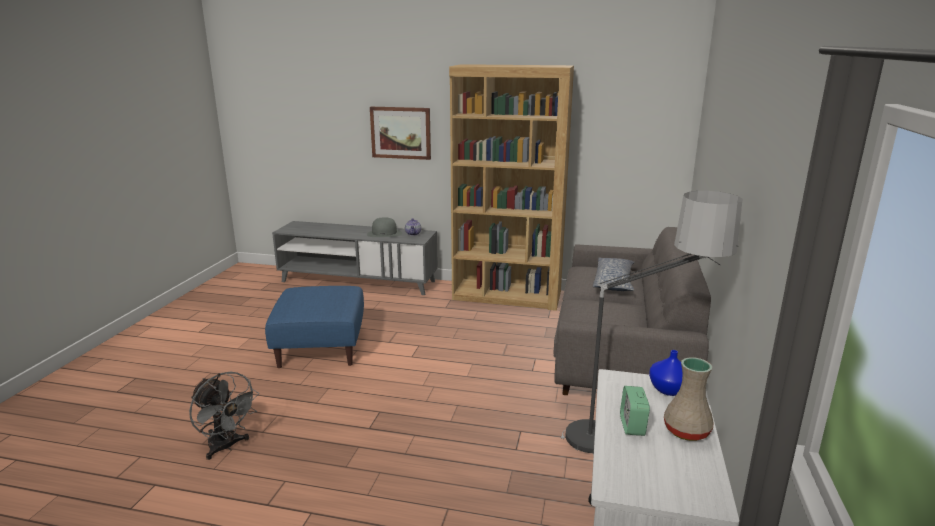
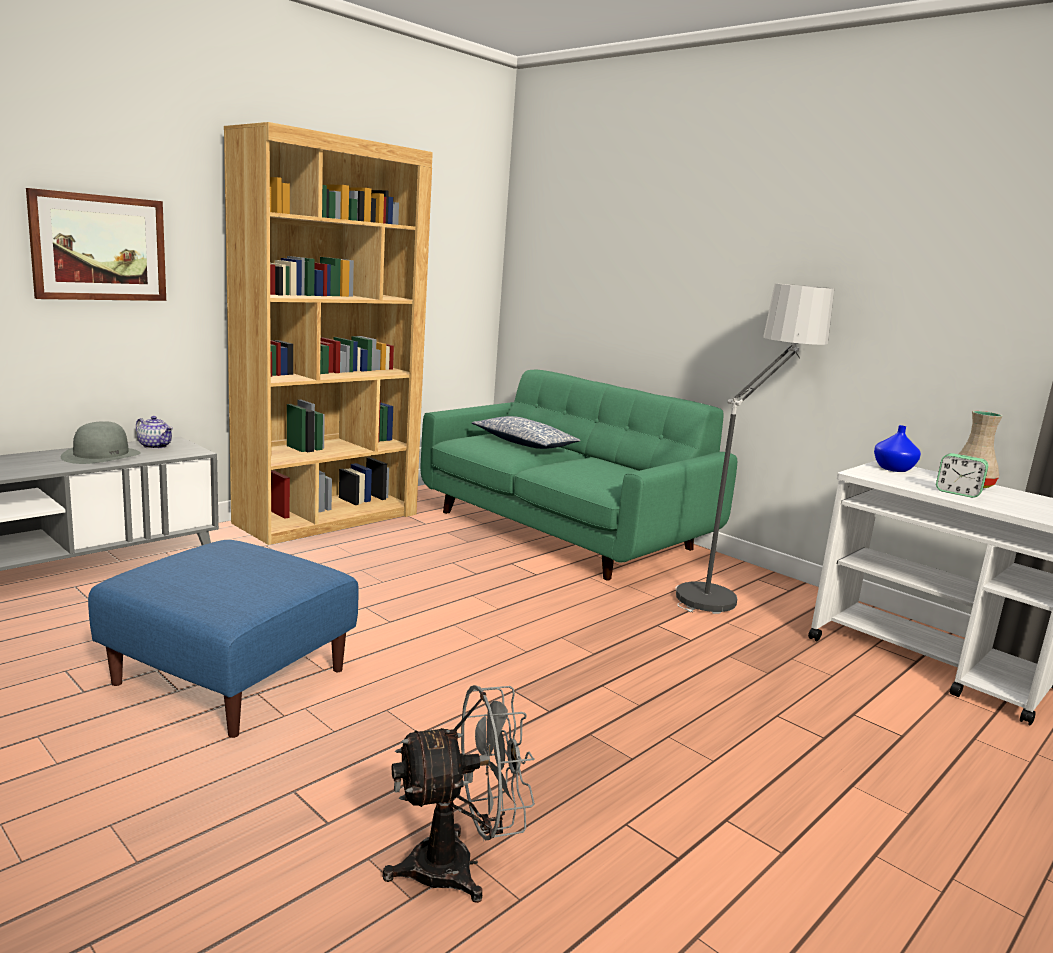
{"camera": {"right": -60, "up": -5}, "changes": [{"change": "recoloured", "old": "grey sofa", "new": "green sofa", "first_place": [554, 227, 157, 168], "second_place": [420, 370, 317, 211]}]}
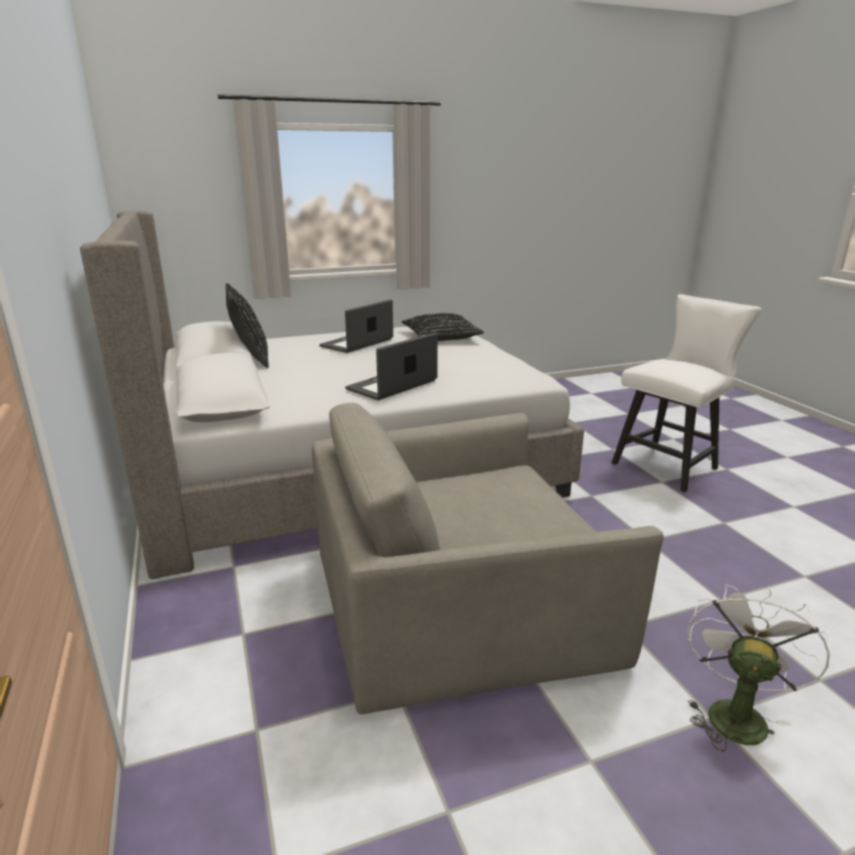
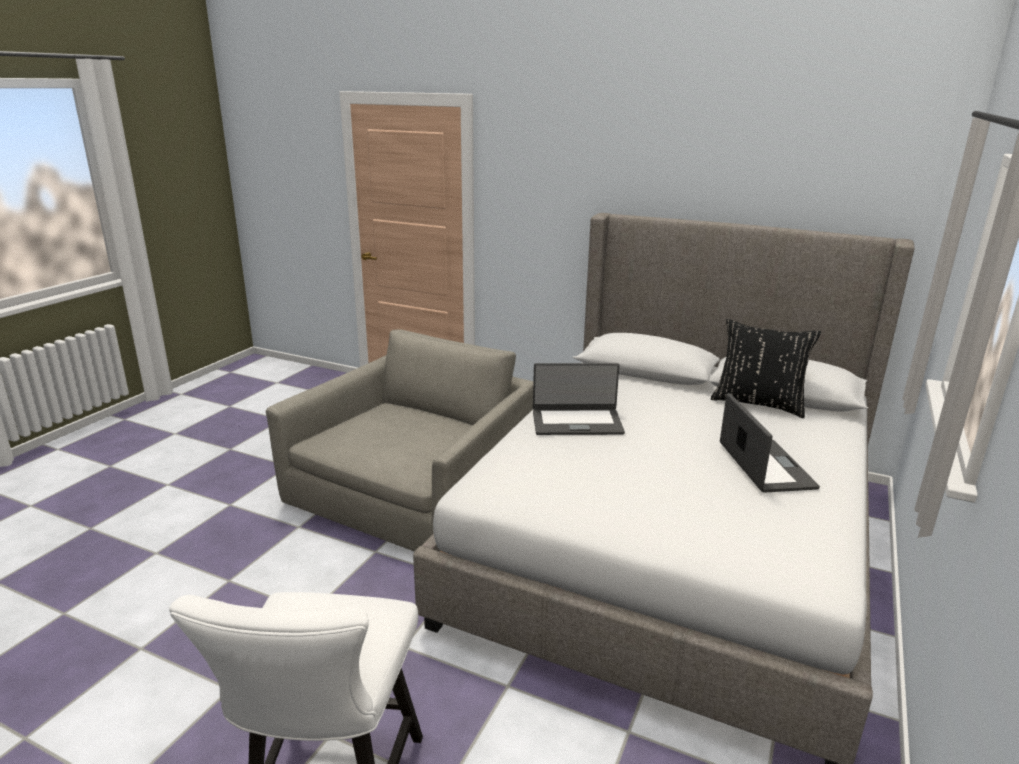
{"camera": {"right": 135, "up": 0}, "changes": [{"change": "turned", "old": "laptop", "first_place": [345, 332, 93, 68], "second_place": [533, 363, 92, 72], "degrees": 90}, {"change": "removed", "old": "black pillow", "first_place": [401, 313, 83, 28]}, {"change": "removed", "old": "white fan", "first_place": [688, 584, 142, 167]}]}
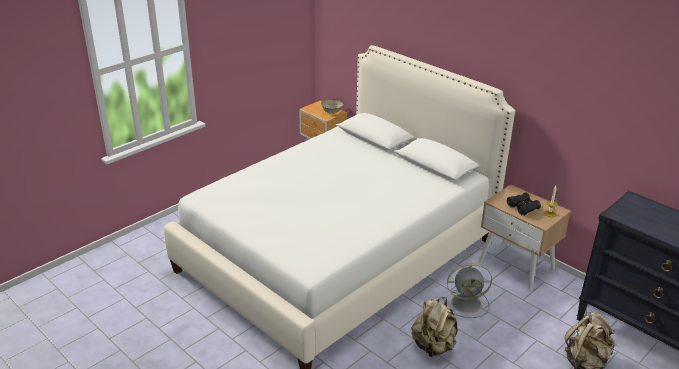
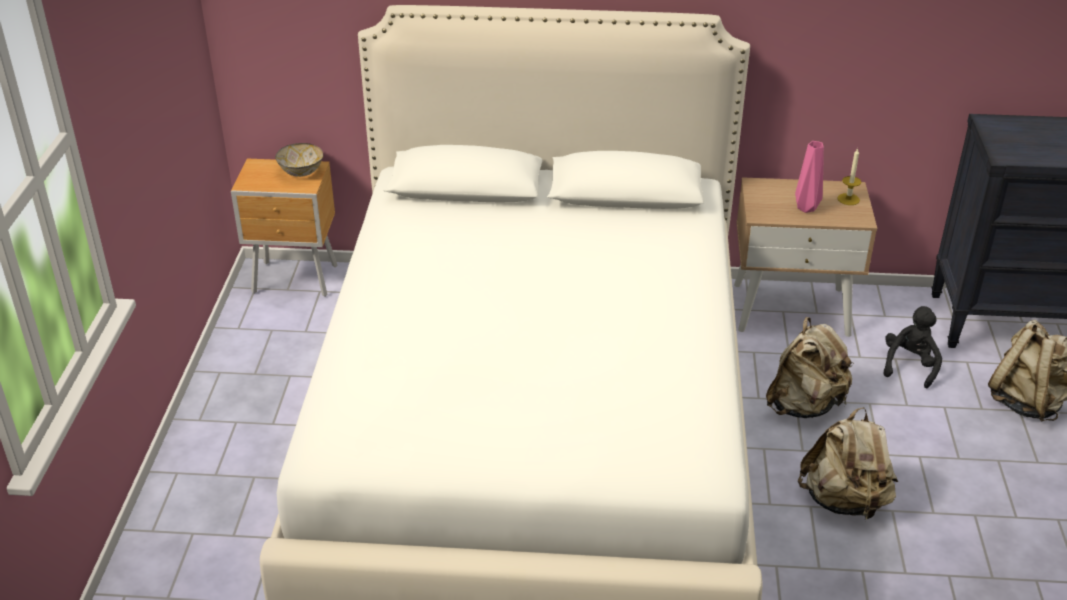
{"camera": {"right": -40, "up": 5}, "changes": [{"change": "replaced", "old": "grey fan", "new": "beige backpack", "first_place": [443, 263, 49, 55], "second_place": [766, 317, 88, 101]}, {"change": "replaced", "old": "black binoculars", "new": "pink vase", "first_place": [507, 192, 34, 23], "second_place": [795, 141, 29, 72]}, {"change": "added", "new": "black plush toy", "second_place": [883, 306, 59, 83]}]}
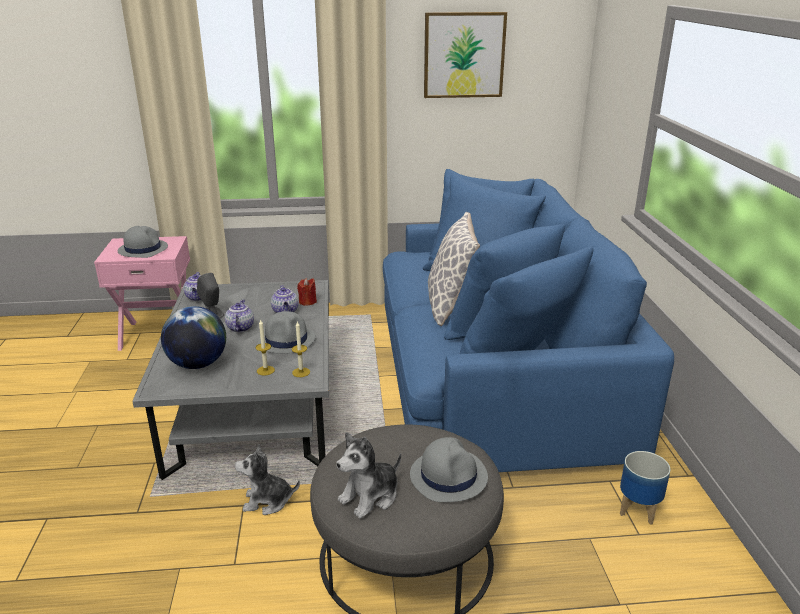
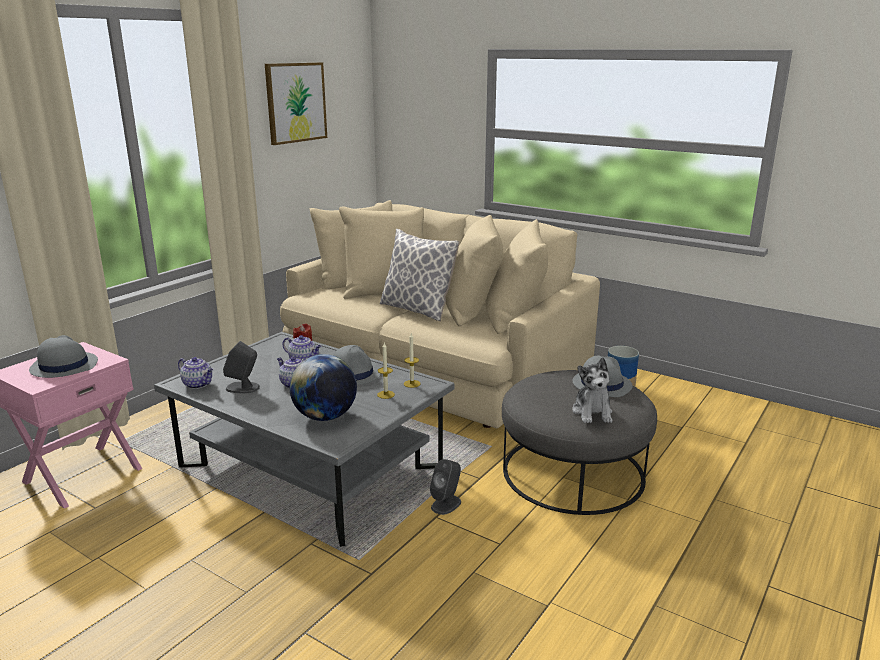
{"camera": {"right": -50, "up": -5}, "changes": [{"change": "replaced", "old": "plush toy", "new": "grey speaker", "first_place": [235, 444, 65, 71], "second_place": [430, 459, 31, 56]}, {"change": "recoloured", "old": "blue sofa", "new": "beige sofa", "first_place": [383, 169, 291, 303], "second_place": [280, 200, 320, 229]}]}
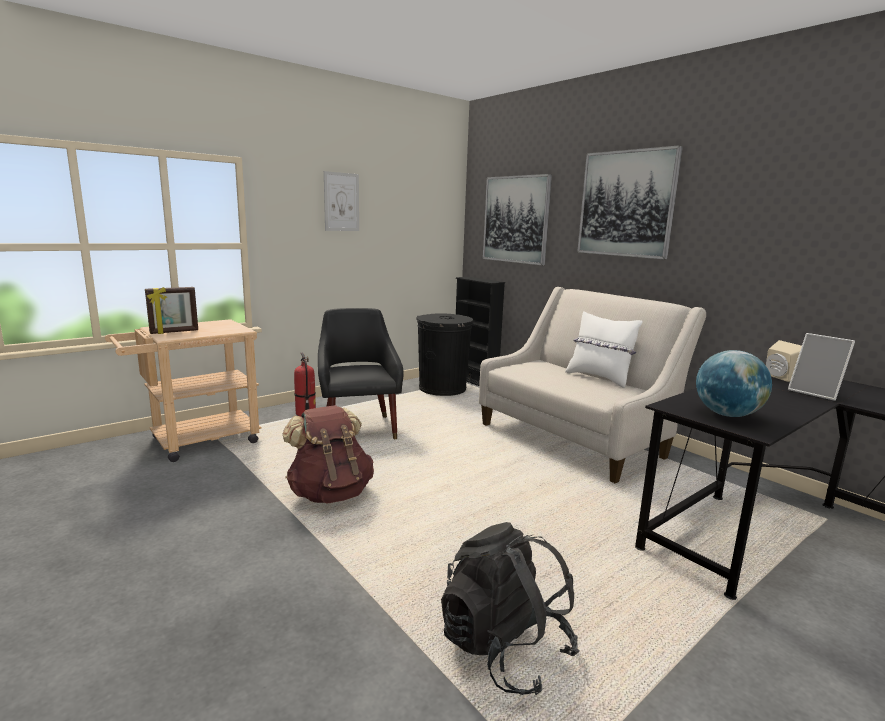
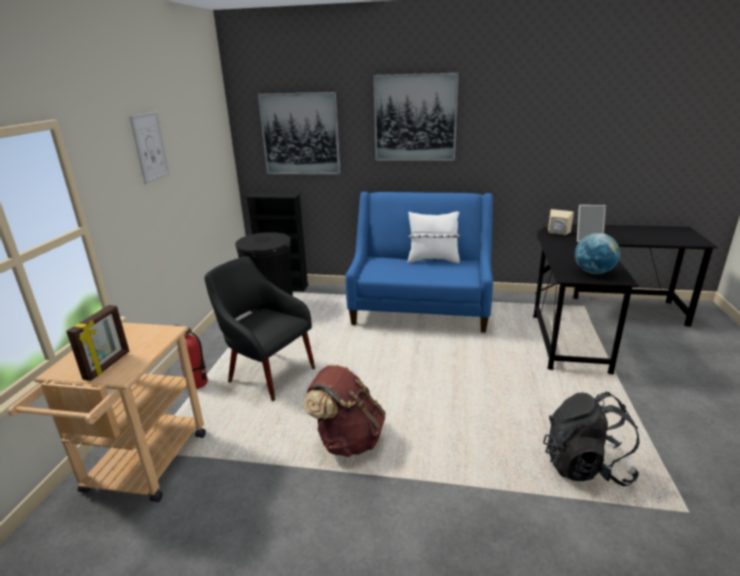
{"camera": {"right": -40, "up": 10}, "changes": [{"change": "recoloured", "old": "beige sofa", "new": "blue sofa", "first_place": [479, 287, 227, 196], "second_place": [346, 192, 147, 141]}]}
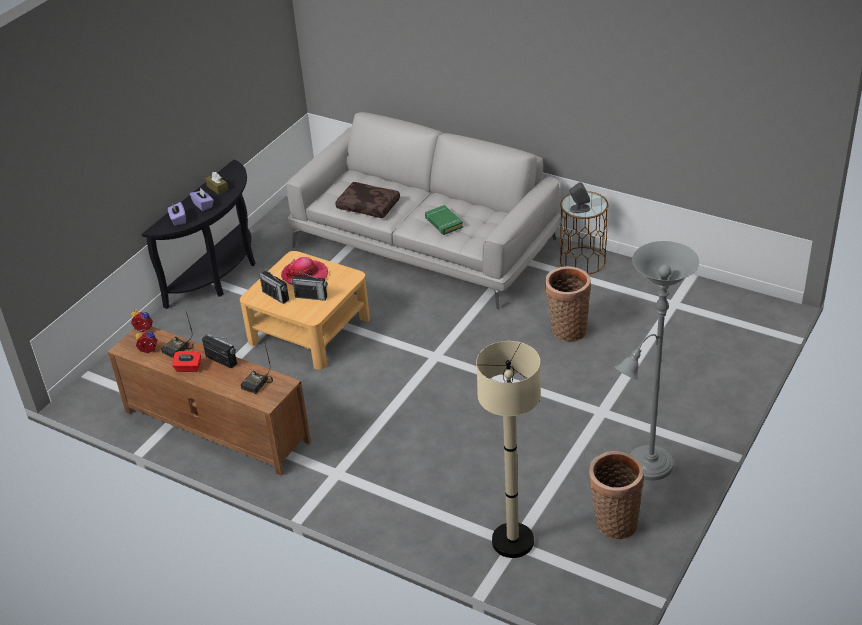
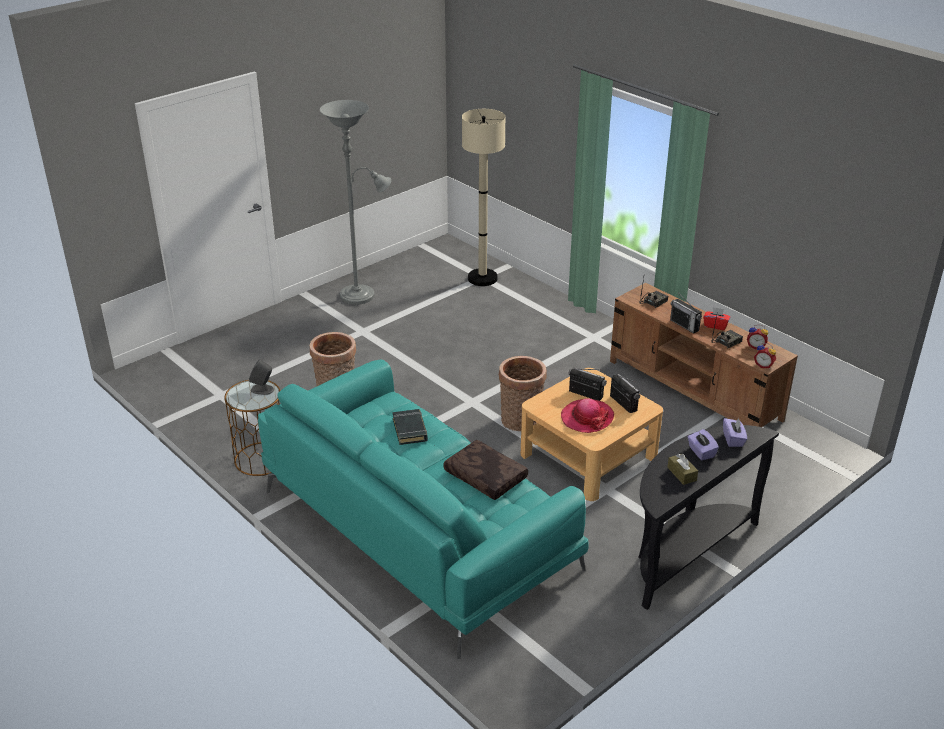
{"camera": {"right": -165, "up": -5}, "changes": [{"change": "recoloured", "old": "grey sofa", "new": "turquoise sofa", "first_place": [287, 112, 274, 198], "second_place": [258, 360, 331, 299]}, {"change": "recoloured", "old": "green book", "new": "black book", "first_place": [425, 205, 38, 30], "second_place": [392, 409, 36, 36]}, {"change": "moved", "old": "basket", "first_place": [589, 451, 55, 88], "second_place": [499, 356, 48, 75]}]}
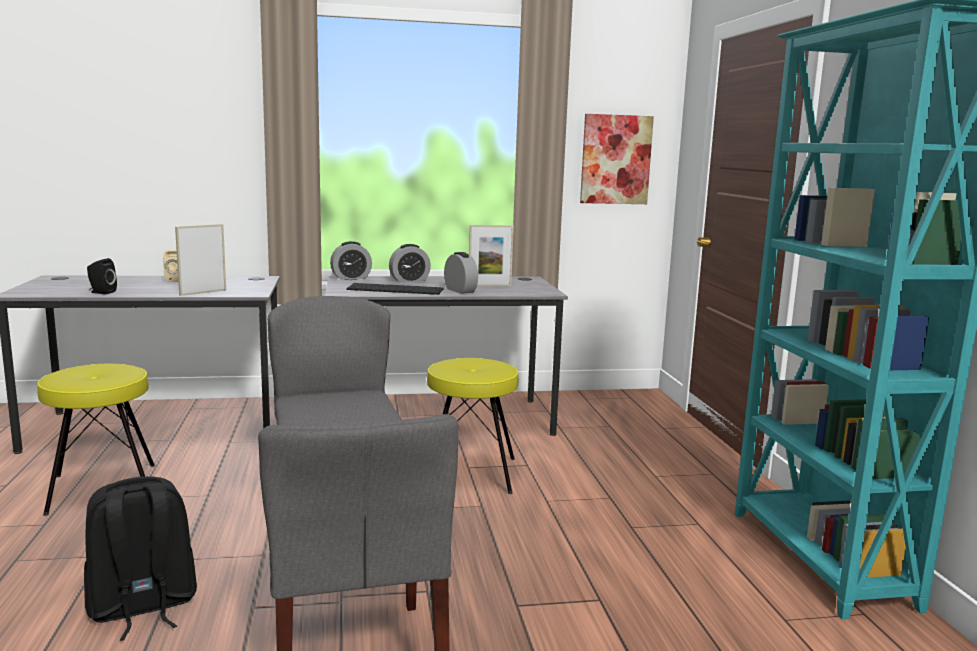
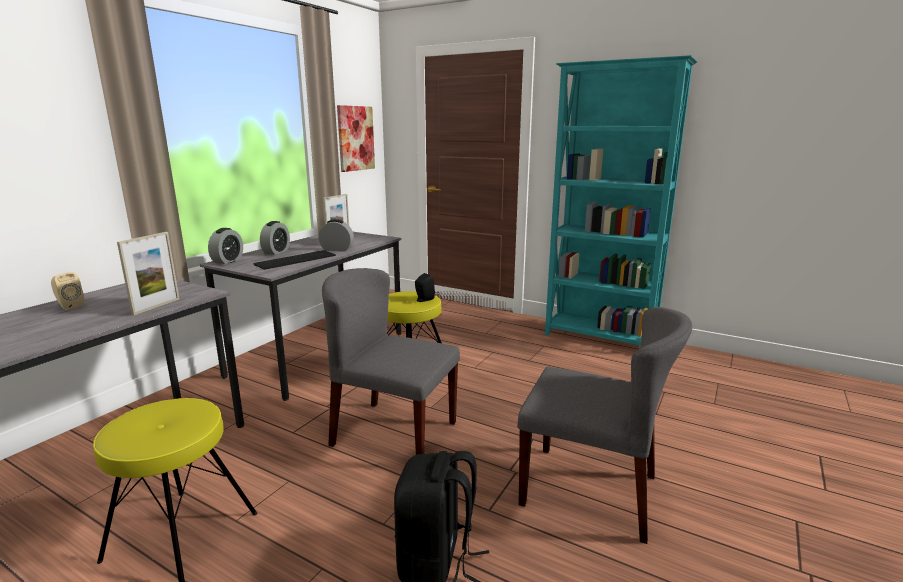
{"camera": {"right": -50, "up": 5}, "changes": [{"change": "moved", "old": "black speaker", "first_place": [87, 258, 30, 36], "second_place": [415, 273, 20, 29]}, {"change": "turned", "old": "picture frame", "first_place": [175, 224, 51, 72], "second_place": [117, 232, 62, 83], "degrees": -150}]}
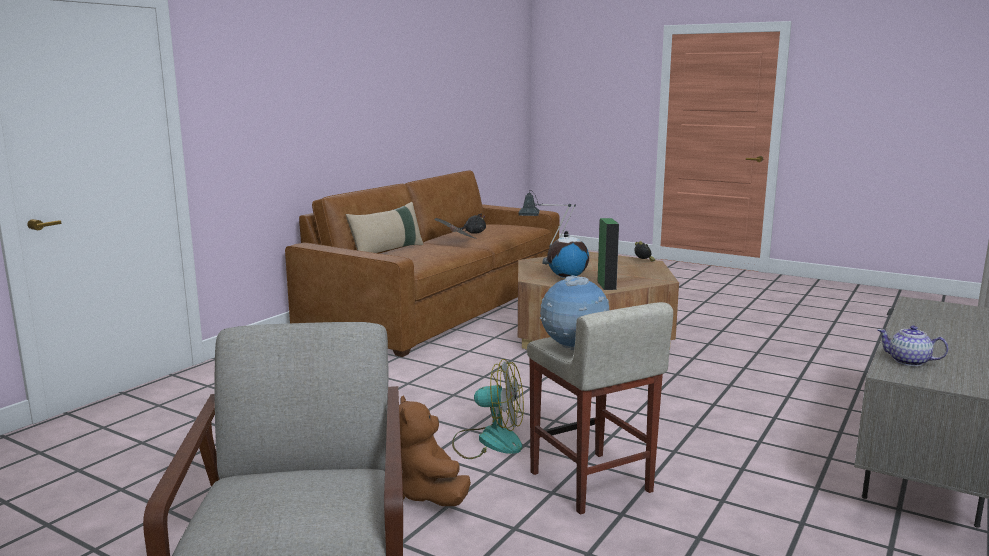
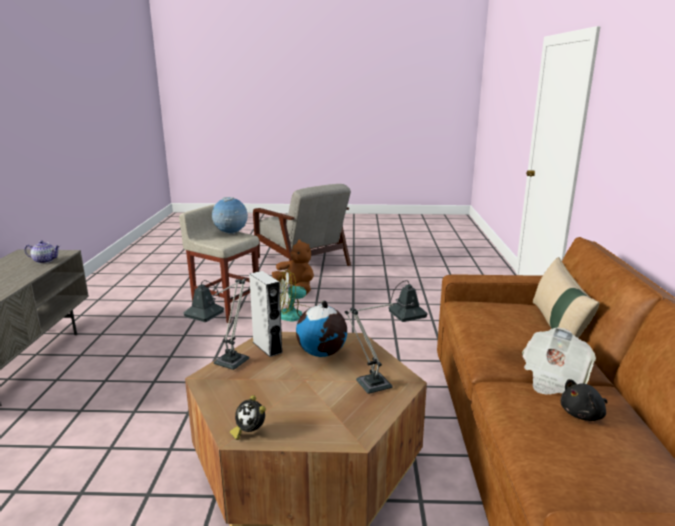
{"camera": {"right": 150, "up": 5}, "changes": [{"change": "recoloured", "old": "green speaker", "new": "grey speaker", "first_place": [597, 218, 22, 72], "second_place": [249, 271, 34, 86]}, {"change": "added", "new": "table lamp", "second_place": [183, 278, 66, 92]}]}
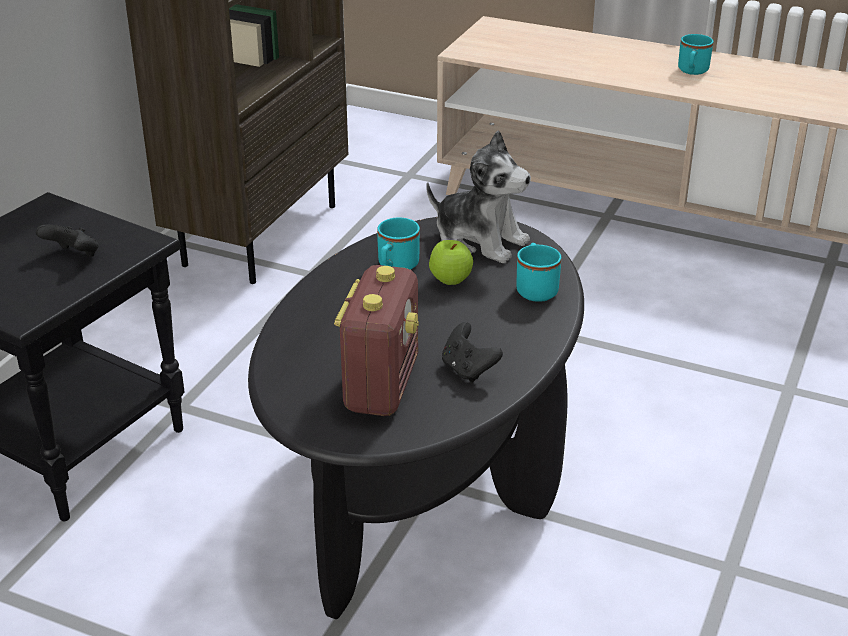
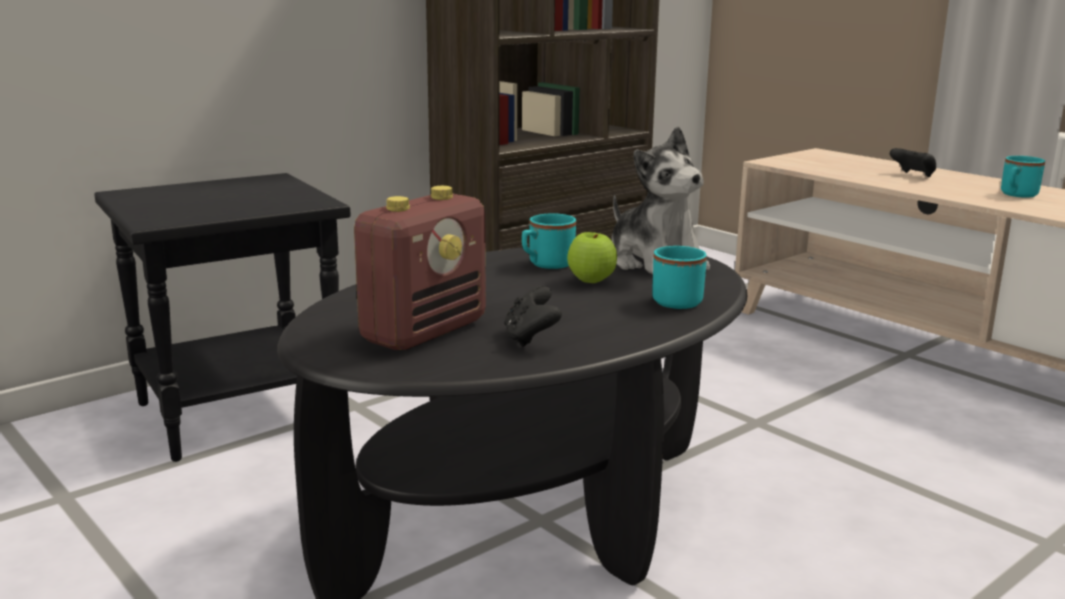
{"camera": {"right": 25, "up": -15}, "changes": [{"change": "moved", "old": "black game controller", "first_place": [36, 225, 63, 32], "second_place": [890, 148, 46, 29]}]}
